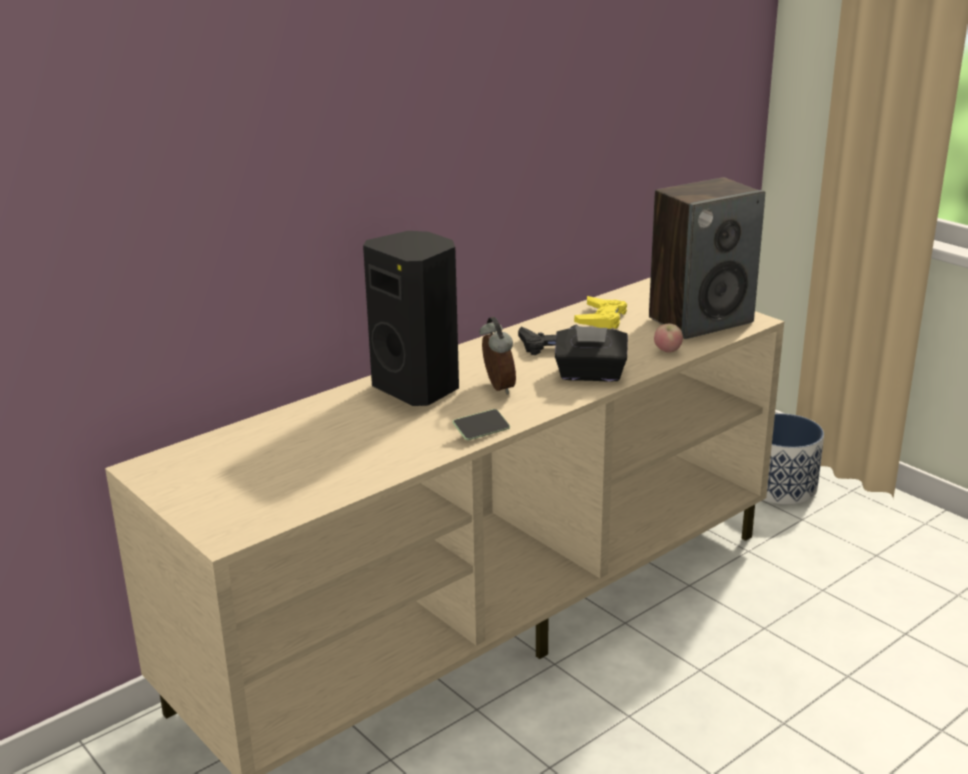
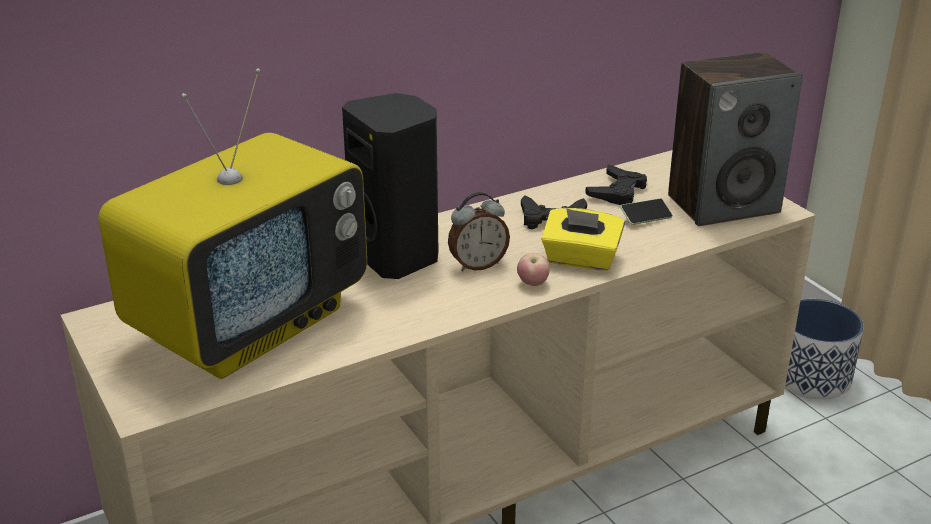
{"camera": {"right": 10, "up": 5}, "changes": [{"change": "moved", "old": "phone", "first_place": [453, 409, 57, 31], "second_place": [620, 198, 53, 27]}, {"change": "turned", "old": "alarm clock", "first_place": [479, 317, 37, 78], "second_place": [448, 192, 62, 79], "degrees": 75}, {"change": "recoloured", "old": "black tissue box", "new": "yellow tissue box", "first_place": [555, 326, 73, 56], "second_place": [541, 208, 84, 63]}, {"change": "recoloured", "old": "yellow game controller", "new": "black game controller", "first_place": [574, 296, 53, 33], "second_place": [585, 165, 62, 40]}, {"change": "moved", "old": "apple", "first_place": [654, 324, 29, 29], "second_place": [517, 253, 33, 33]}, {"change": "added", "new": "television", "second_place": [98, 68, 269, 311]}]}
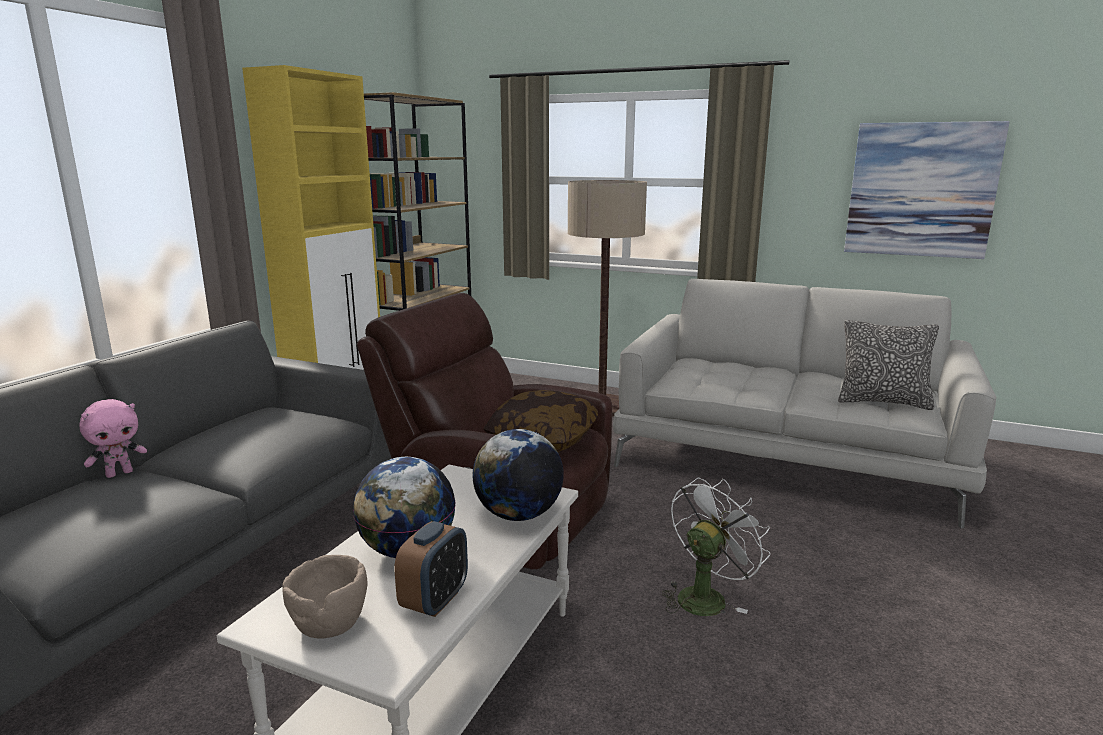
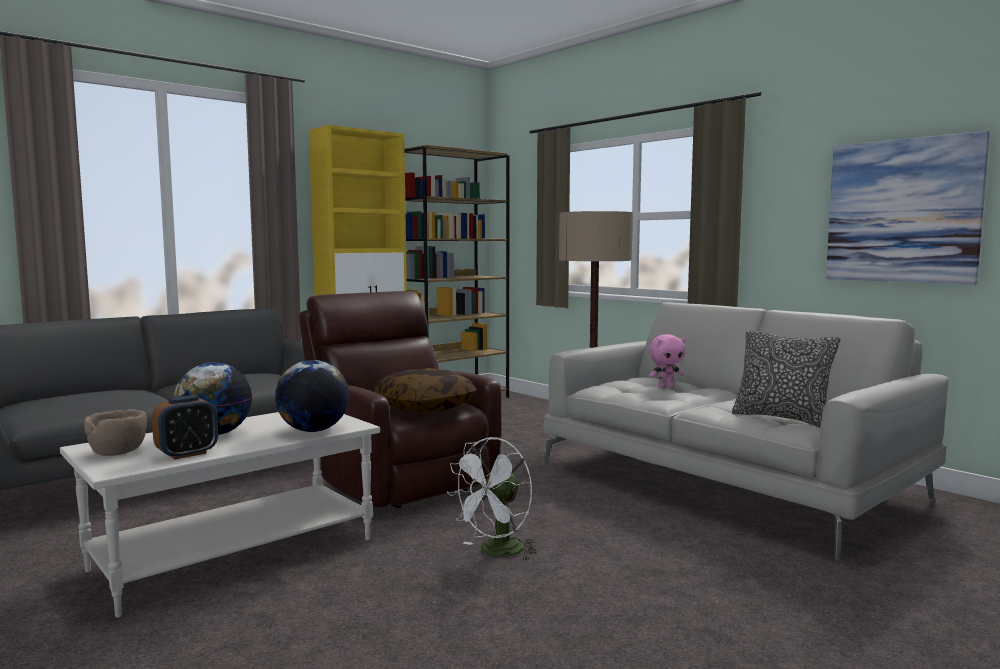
{"camera": {"right": 25, "up": -10}, "changes": [{"change": "moved", "old": "pink plush toy", "first_place": [79, 399, 68, 79], "second_place": [649, 334, 37, 54]}, {"change": "turned", "old": "white fan", "first_place": [662, 478, 108, 138], "second_place": [447, 437, 91, 123], "degrees": 150}]}
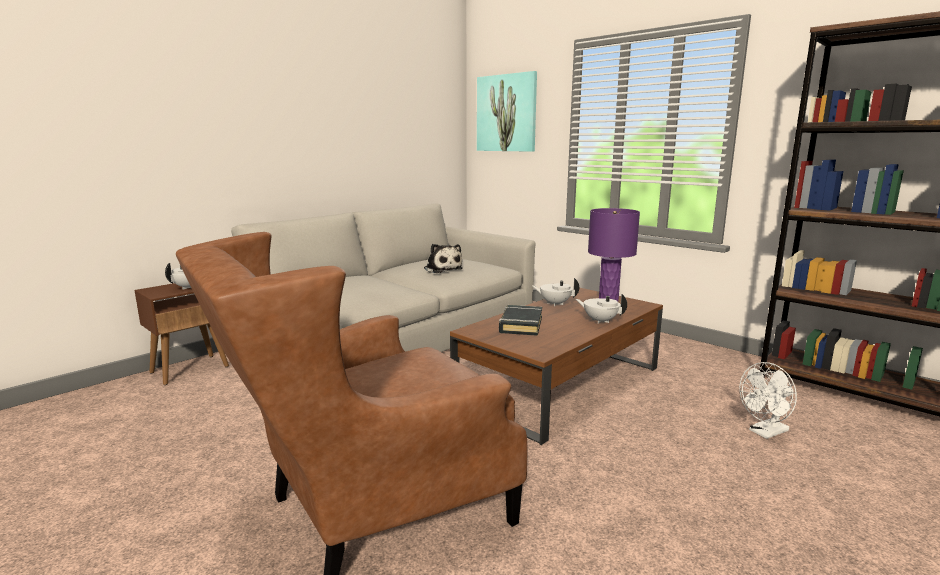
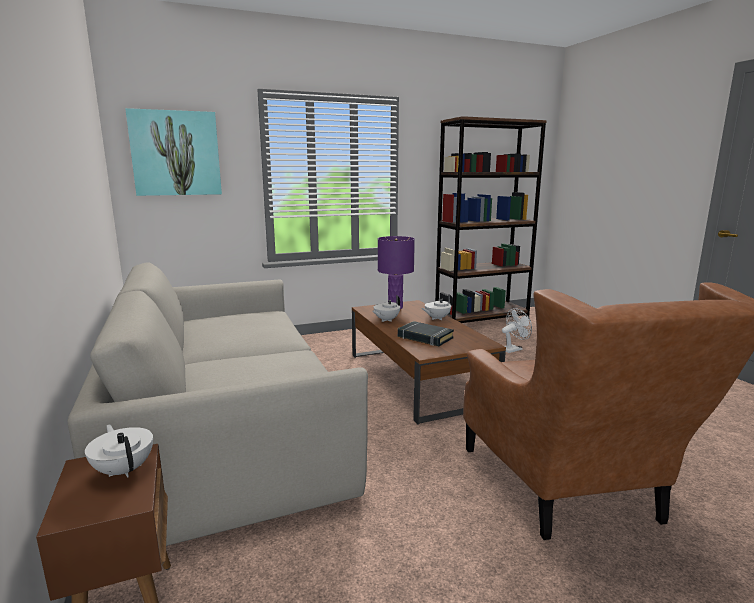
{"camera": {"right": -65, "up": 0}, "changes": [{"change": "removed", "old": "plush toy", "first_place": [424, 244, 39, 29]}, {"change": "turned", "old": "white fan", "first_place": [739, 362, 58, 77], "second_place": [502, 308, 30, 45], "degrees": -120}]}
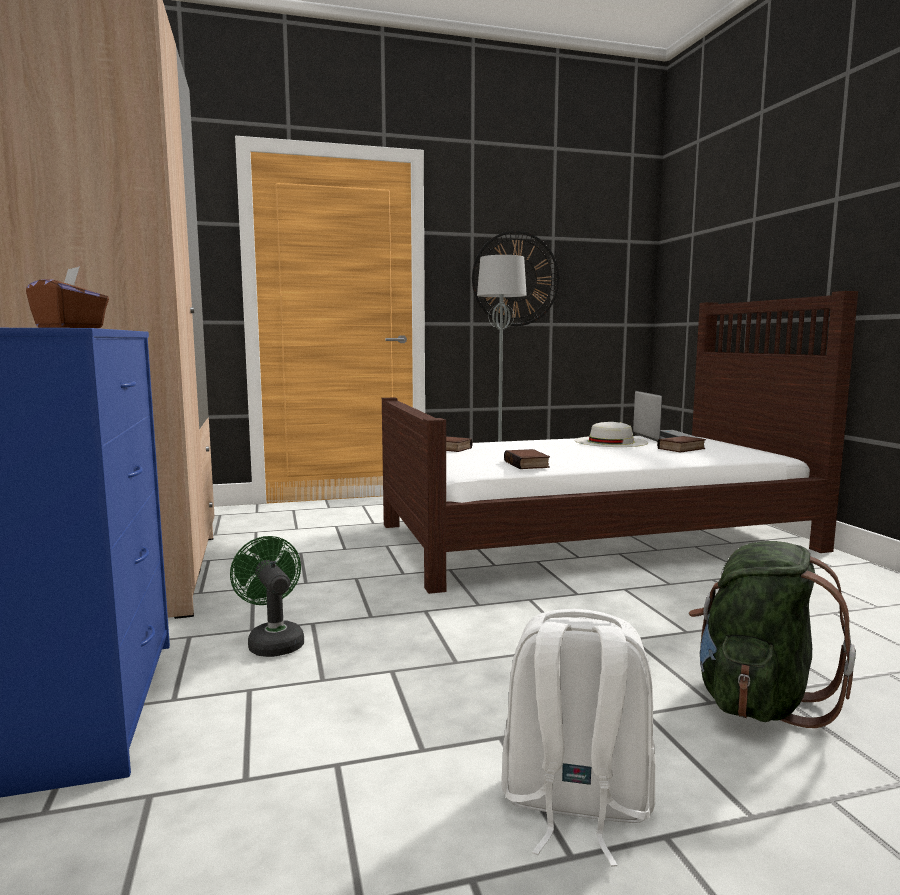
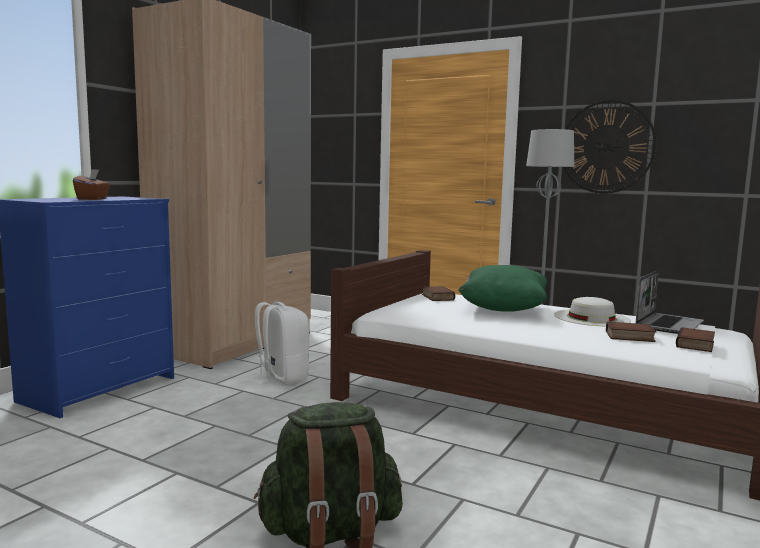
{"camera": {"right": 45, "up": 0}, "changes": [{"change": "removed", "old": "green fan", "first_place": [230, 536, 74, 121]}, {"change": "moved", "old": "white backpack", "first_place": [501, 609, 154, 258], "second_place": [247, 302, 62, 83]}, {"change": "moved", "old": "book", "first_place": [504, 449, 46, 20], "second_place": [676, 327, 39, 25]}, {"change": "added", "new": "green pillow", "second_place": [458, 265, 89, 47]}]}
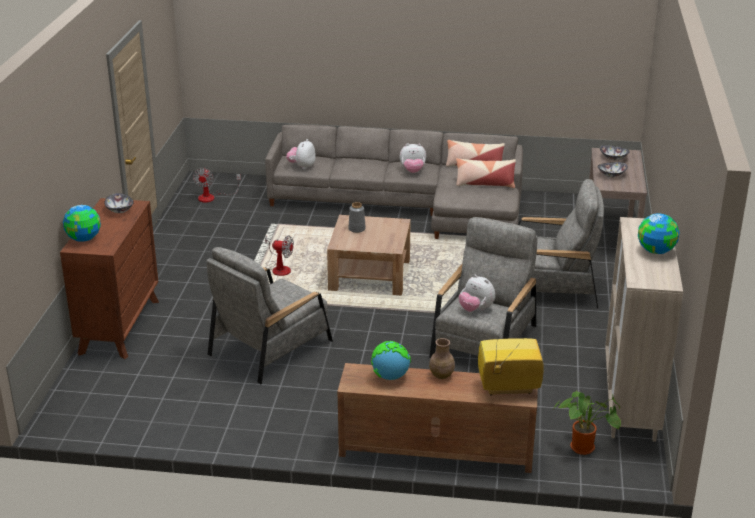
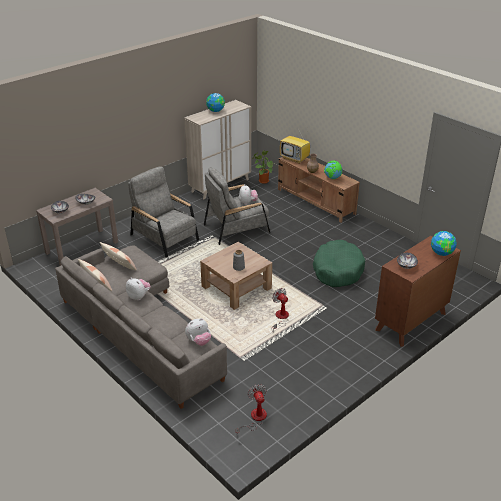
{"camera": {"right": -140, "up": 5}, "changes": [{"change": "turned", "old": "fan", "first_place": [193, 168, 48, 35], "second_place": [236, 384, 31, 50], "degrees": -60}, {"change": "replaced", "old": "grey armchair", "new": "green dog bed", "first_place": [207, 247, 126, 137], "second_place": [313, 240, 52, 47]}]}
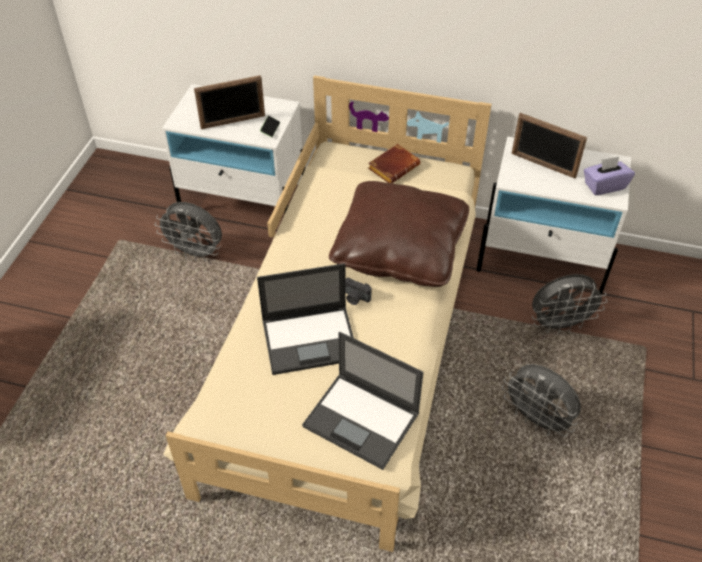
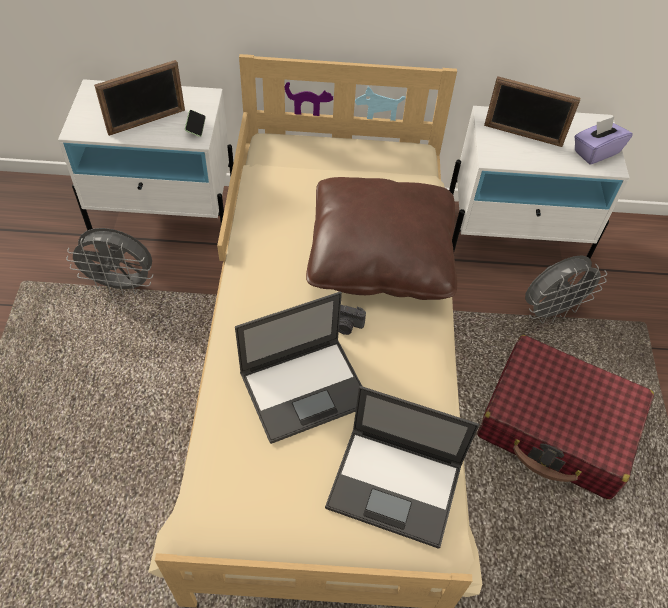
{"camera": {"right": -15, "up": 5}, "changes": [{"change": "removed", "old": "brown book", "first_place": [368, 144, 52, 39]}, {"change": "replaced", "old": "grey fan", "new": "red suitcase", "first_place": [502, 364, 79, 73], "second_place": [477, 335, 177, 164]}]}
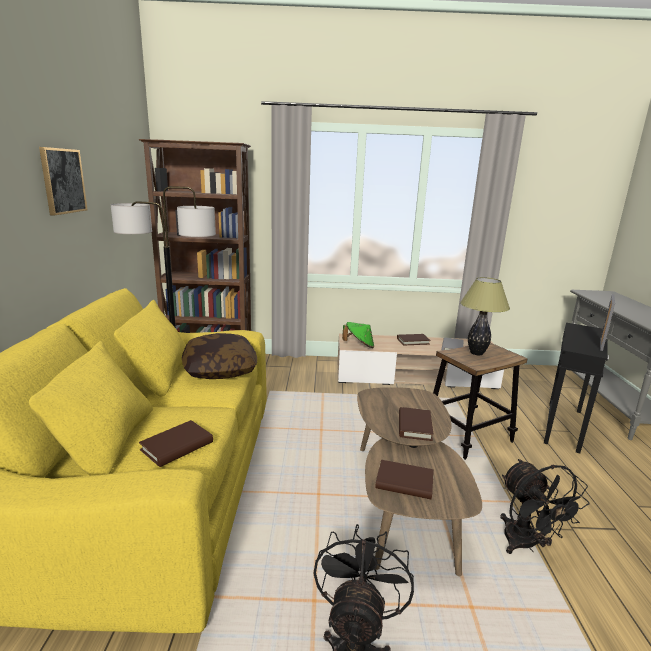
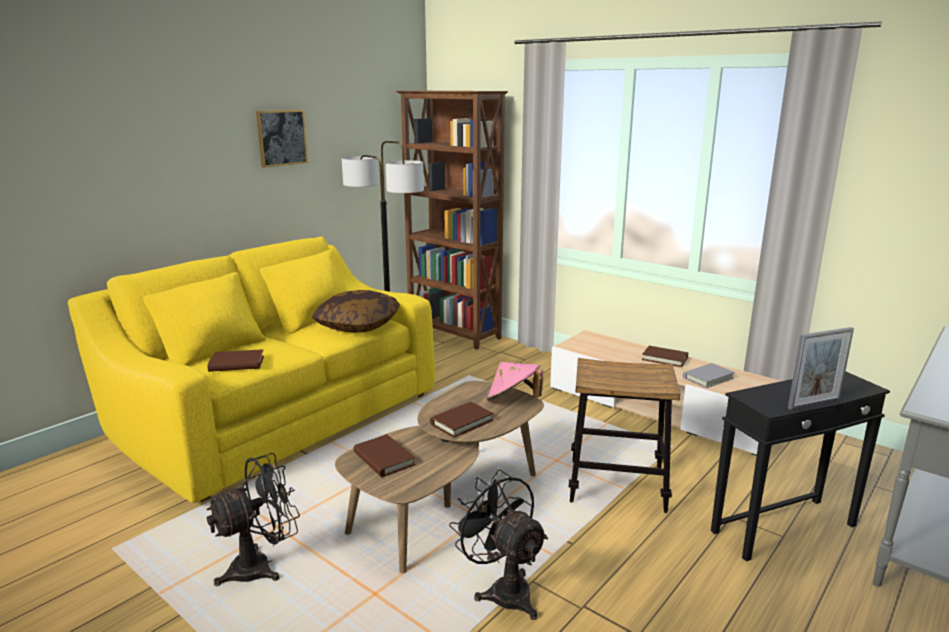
{"camera": {"right": 40, "up": 0}, "changes": [{"change": "removed", "old": "green hat", "first_place": [342, 322, 32, 26]}, {"change": "removed", "old": "table lamp", "first_place": [460, 277, 50, 78]}, {"change": "turned", "old": "black fan", "first_place": [500, 459, 90, 95], "second_place": [449, 469, 99, 151], "degrees": 120}, {"change": "added", "new": "pink hat", "second_place": [487, 362, 56, 39]}]}
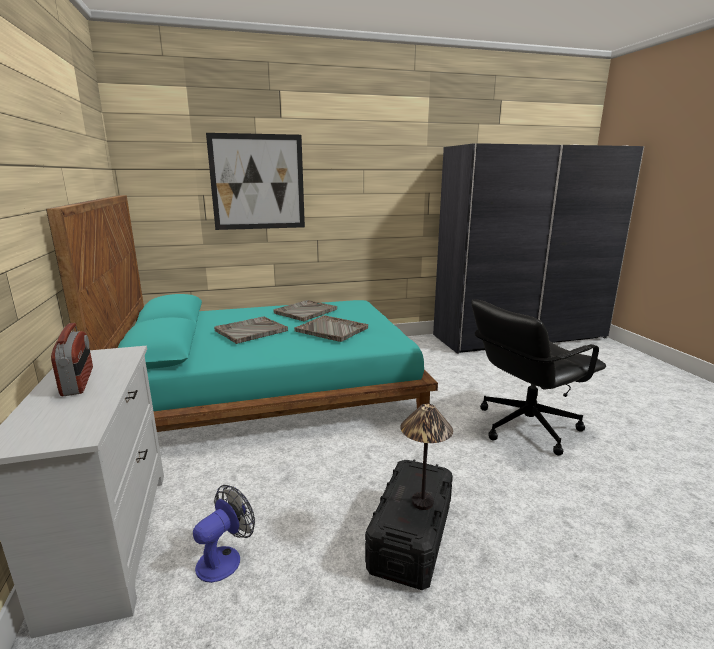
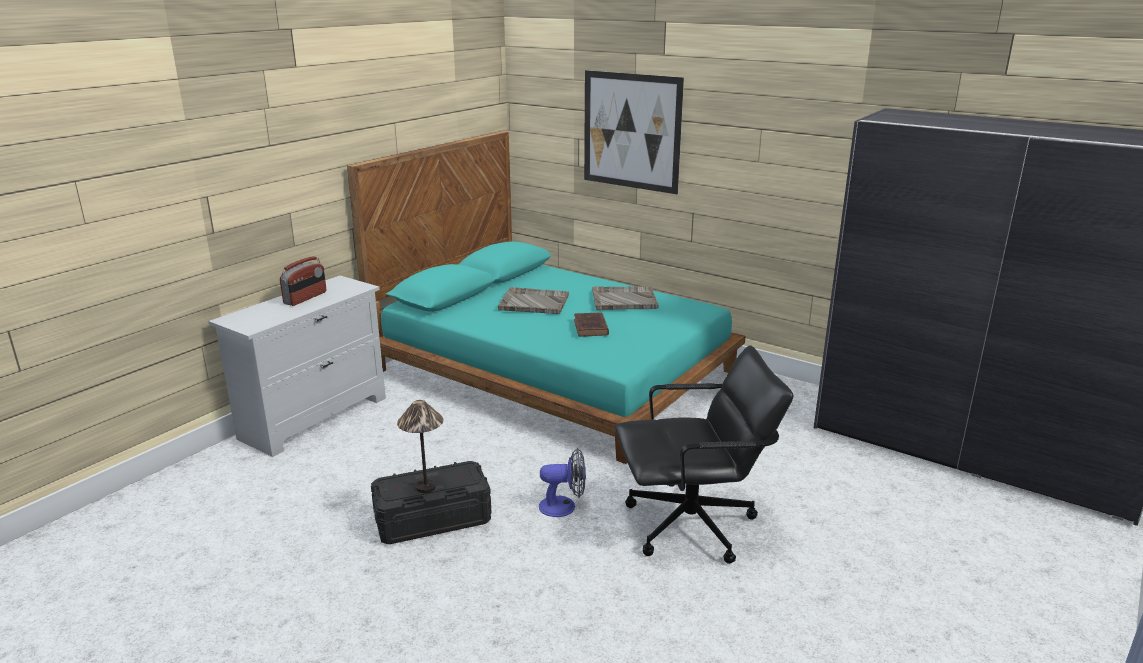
{"camera": {"right": 50, "up": 5}, "changes": [{"change": "moved", "old": "fan", "first_place": [193, 485, 62, 98], "second_place": [539, 448, 47, 69]}, {"change": "replaced", "old": "grey tray", "new": "brown book", "first_place": [294, 315, 74, 27], "second_place": [574, 312, 35, 25]}, {"change": "turned", "old": "black office chair", "first_place": [471, 299, 135, 157], "second_place": [615, 345, 179, 219], "degrees": 150}]}
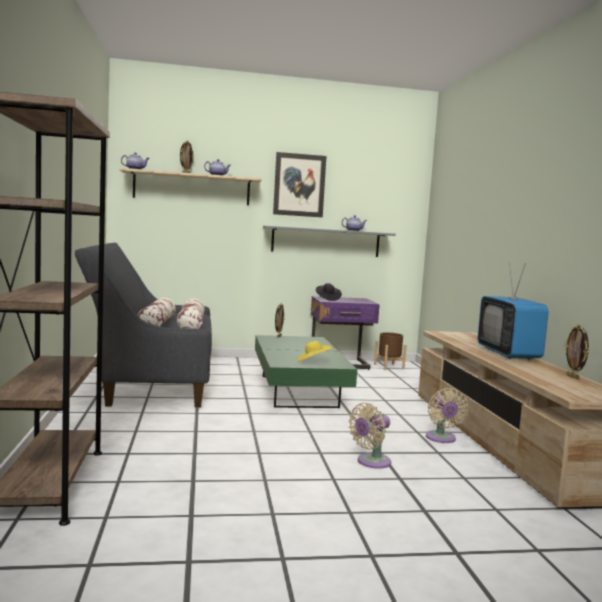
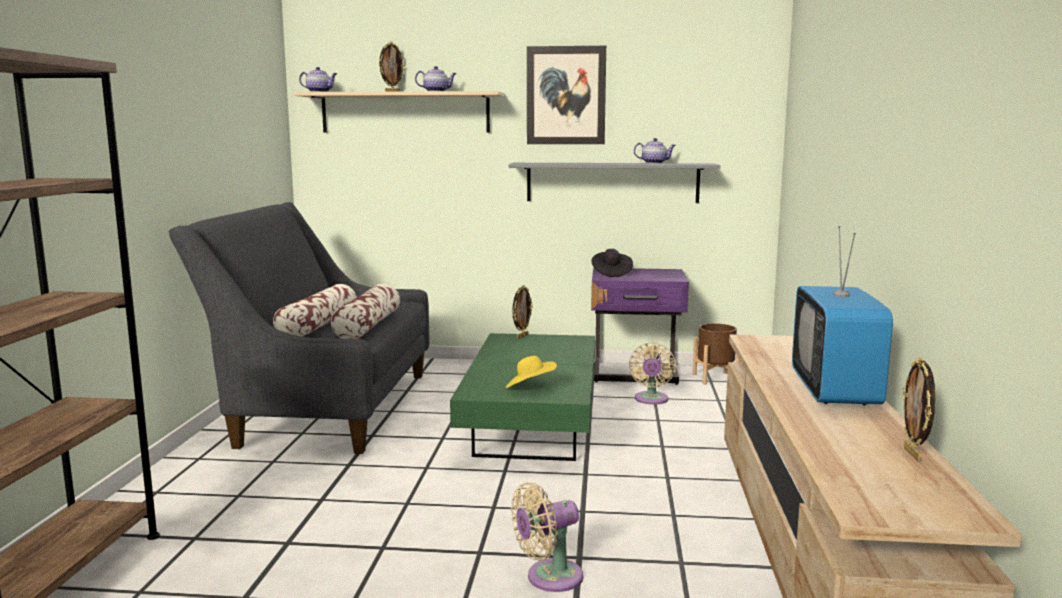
{"camera": {"right": 15, "up": 5}, "changes": [{"change": "moved", "old": "beige fan", "first_place": [426, 388, 42, 55], "second_place": [629, 343, 47, 61]}]}
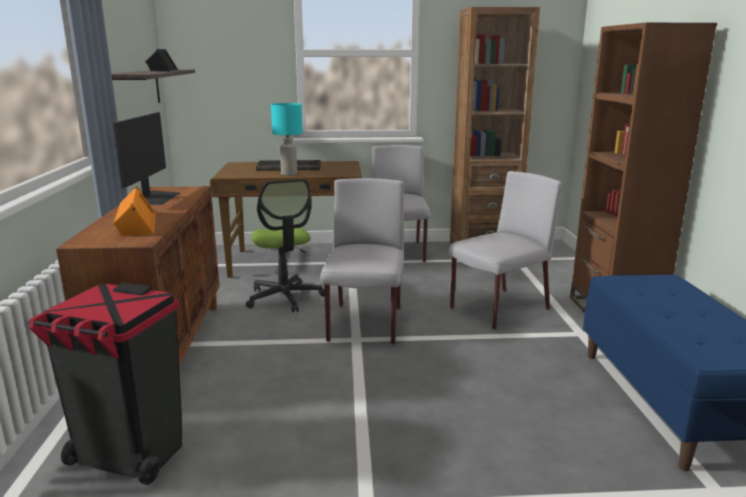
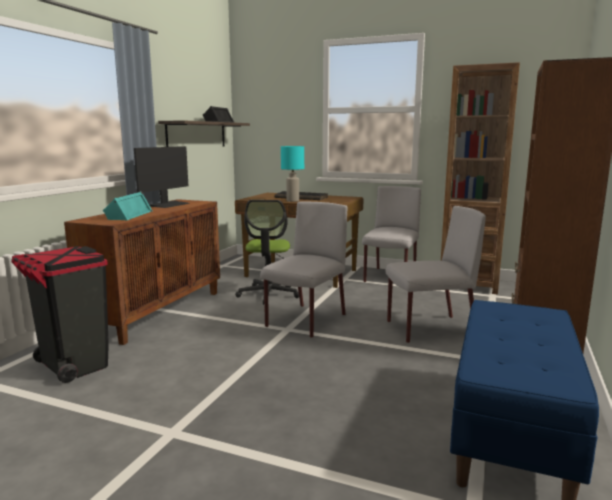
{"camera": {"right": 25, "up": -5}, "changes": [{"change": "recoloured", "old": "orange speaker", "new": "turquoise speaker", "first_place": [113, 186, 43, 50], "second_place": [103, 191, 50, 29]}]}
